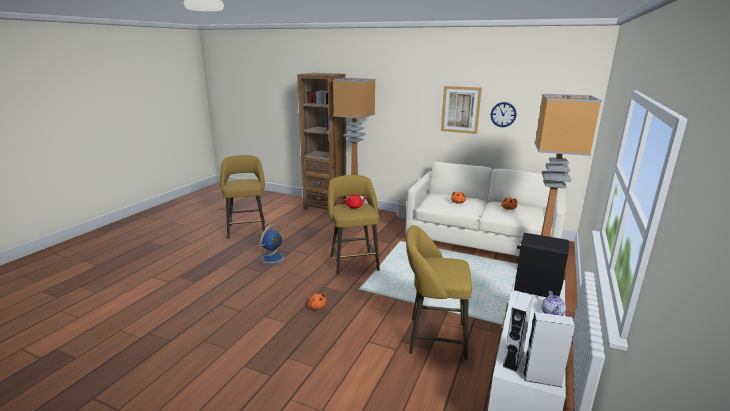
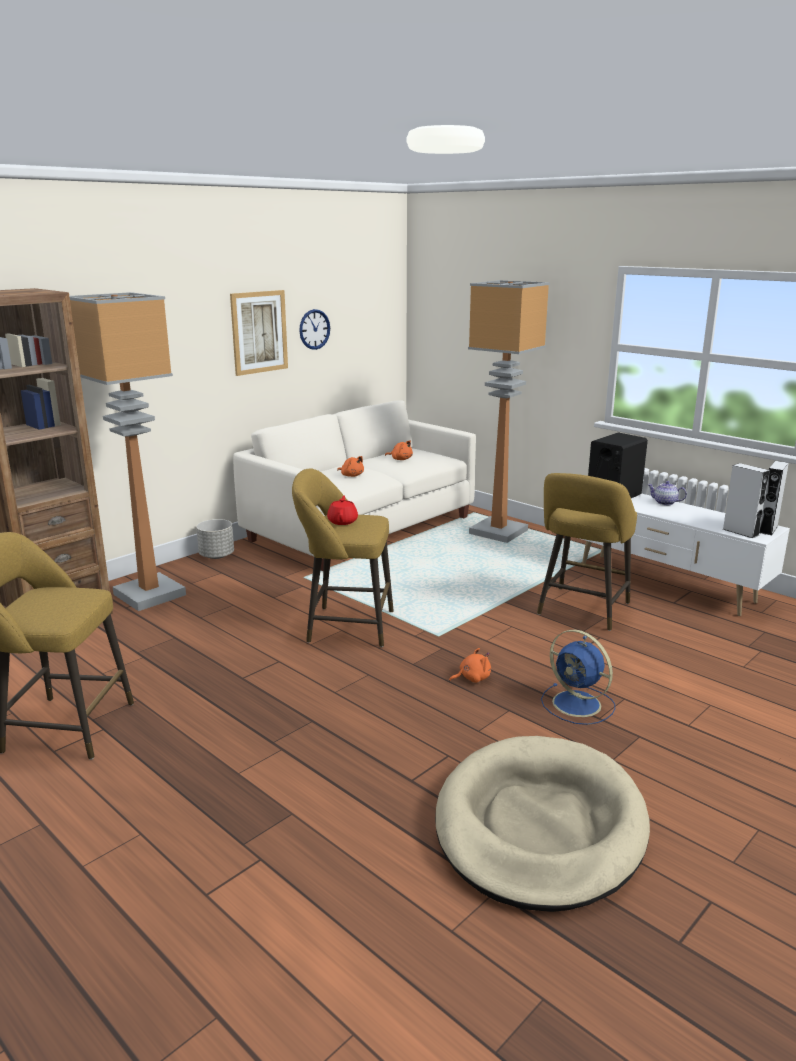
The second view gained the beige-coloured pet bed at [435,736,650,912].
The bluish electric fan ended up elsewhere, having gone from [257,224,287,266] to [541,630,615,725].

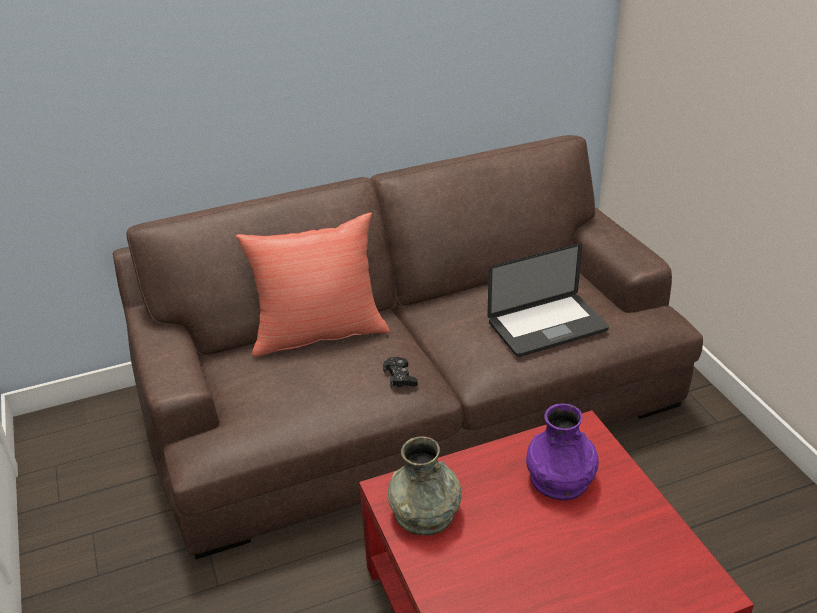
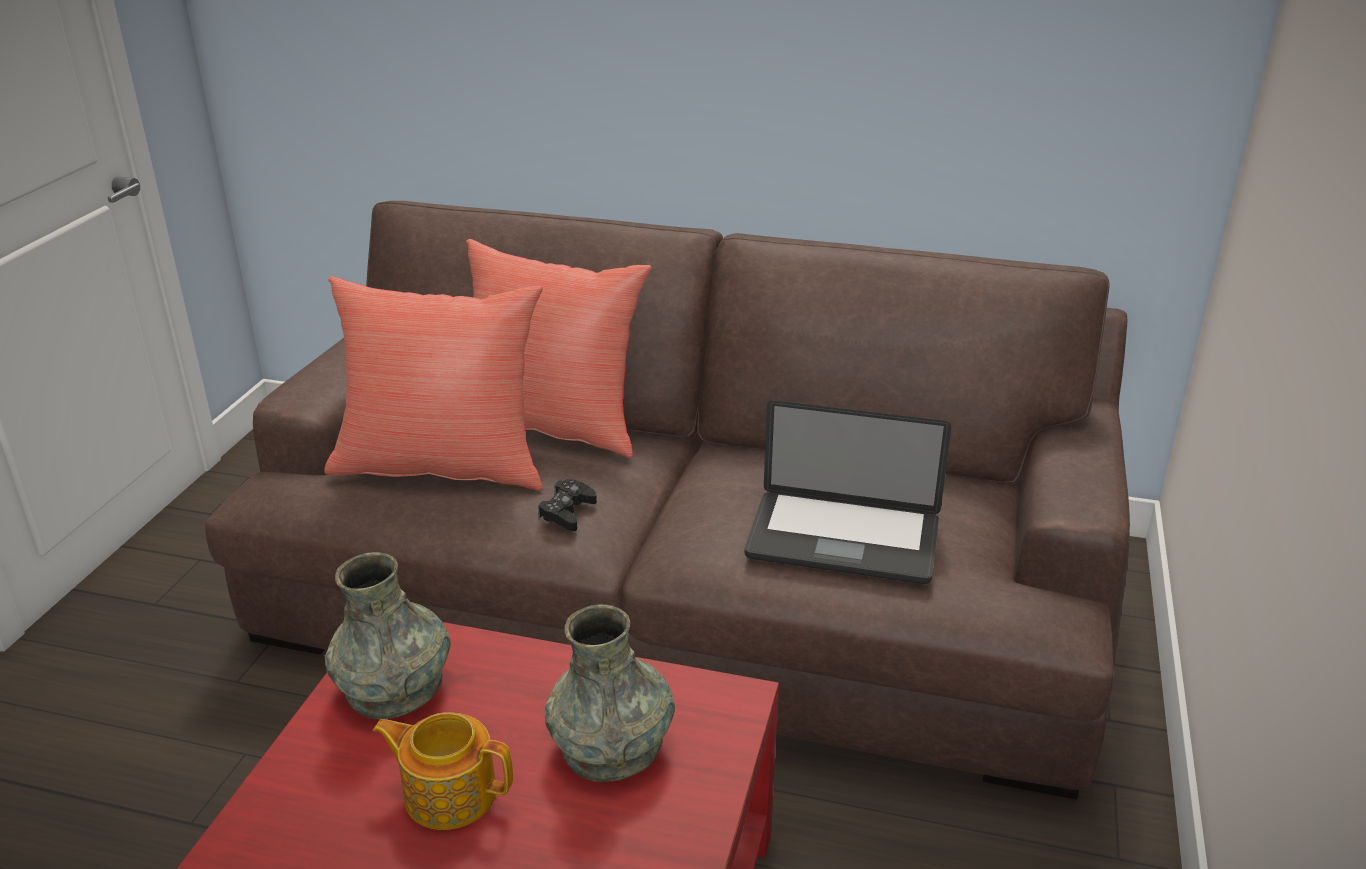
The second view gained the red pillow at [324,277,543,491].
The second view gained the tea pot at [372,712,513,830].
What was the purple-coloured decorative vase at [526,403,599,500] turned into the greyish decorative vase at [544,604,675,782].

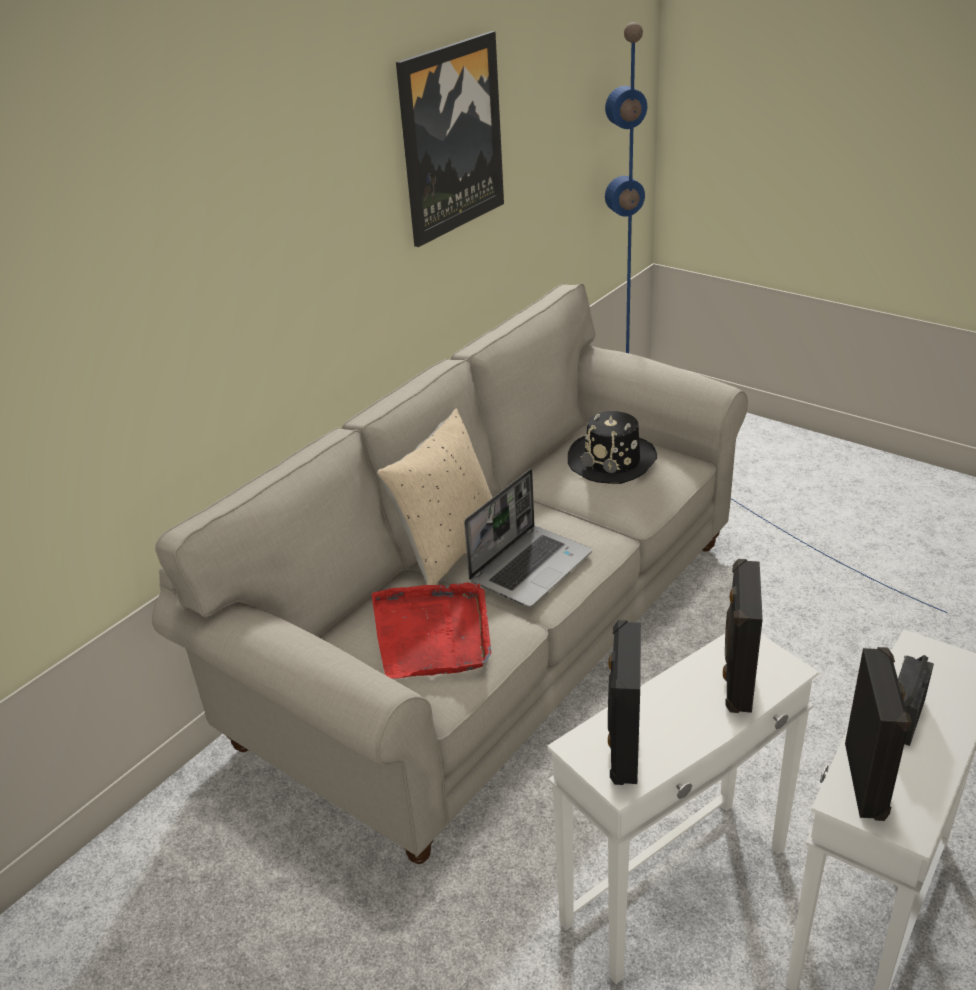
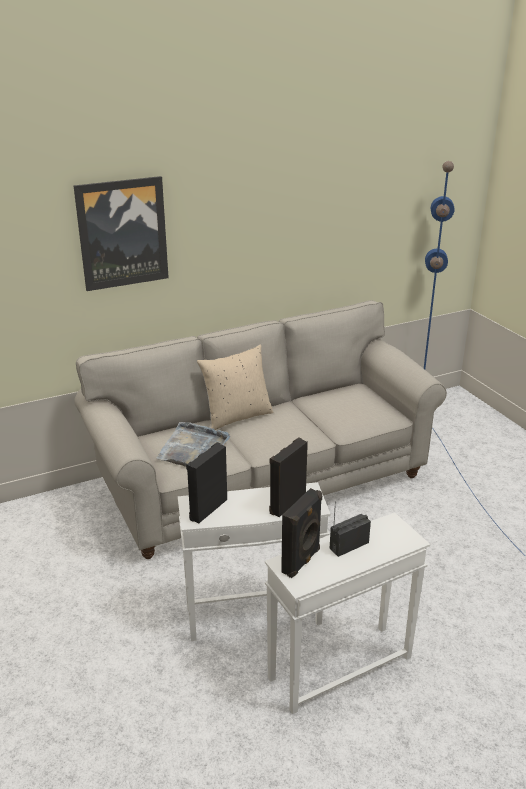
The second view lost the laptop at [464,469,592,607].
The second view lost the black-coloured wearable hat at [568,411,657,484].
The picture ended up elsewhere, having gone from [396,31,504,247] to [73,176,169,291].
What was the red serving tray at [372,582,491,679] turned into the greyish serving tray at [156,422,230,467].

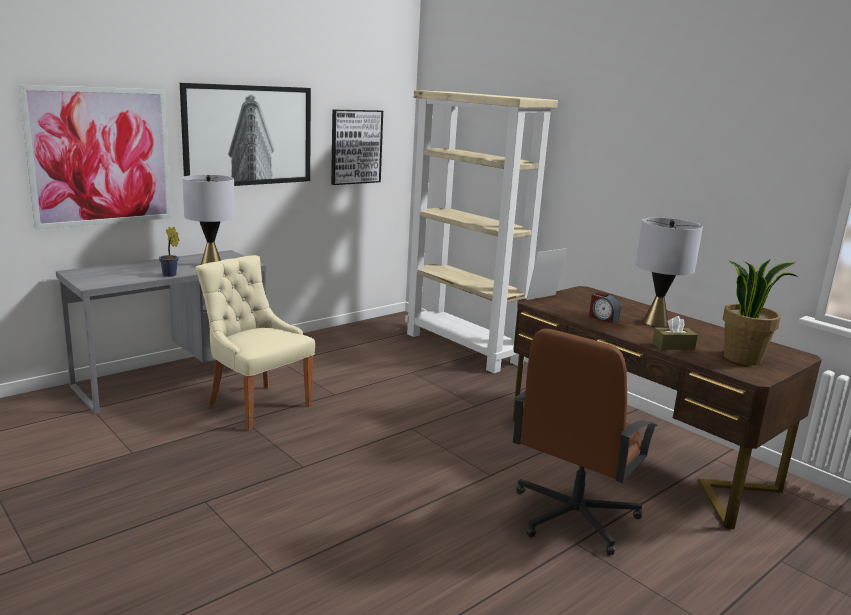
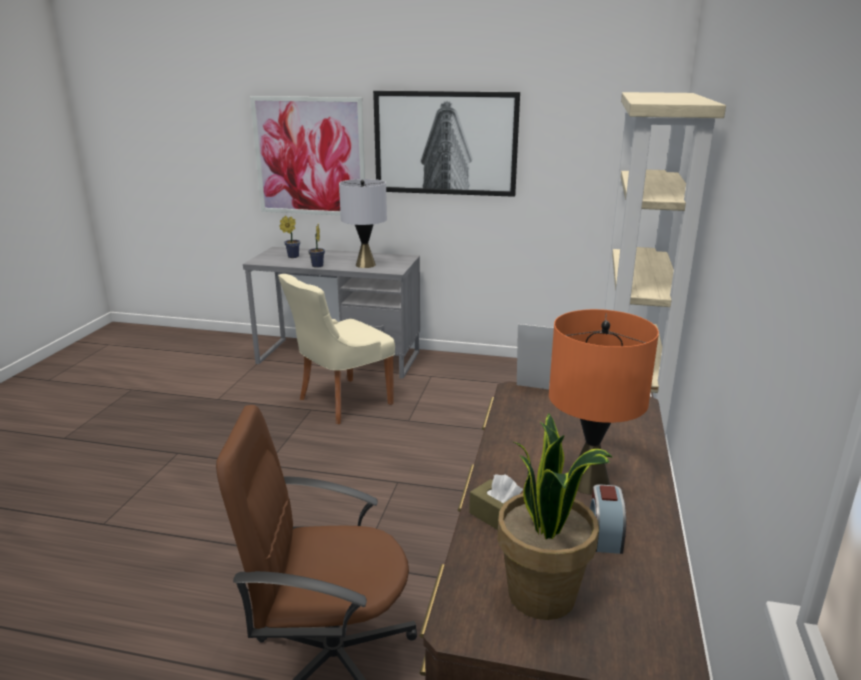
The second view lost the picture at [331,110,383,185].
The second view gained the potted plant at [279,216,300,258].
The table clock ended up elsewhere, having gone from [589,292,620,323] to [590,484,626,554].
What was the greyish table lamp at [636,218,703,327] turned into the orange table lamp at [549,309,659,495].
The beige-coloured upright chair at [195,255,315,431] ended up facing another way, 135 degrees counterclockwise from before.

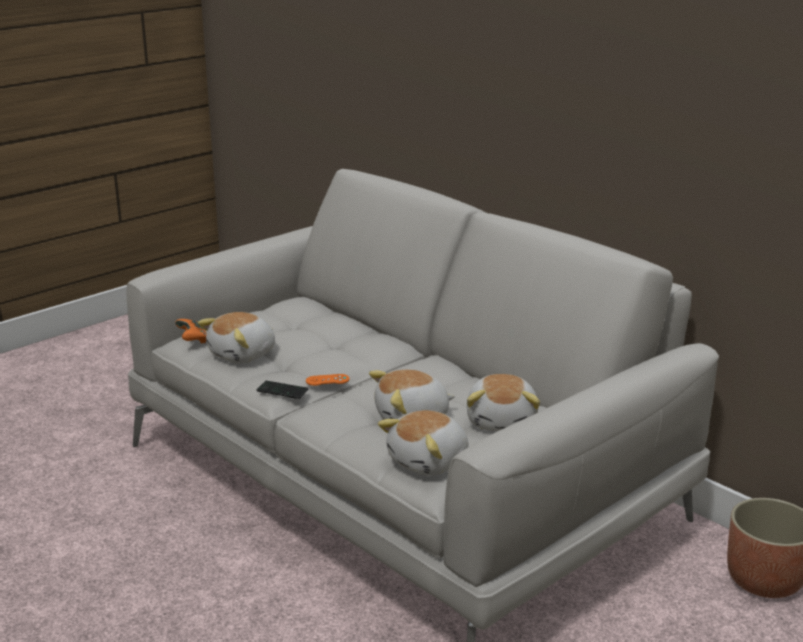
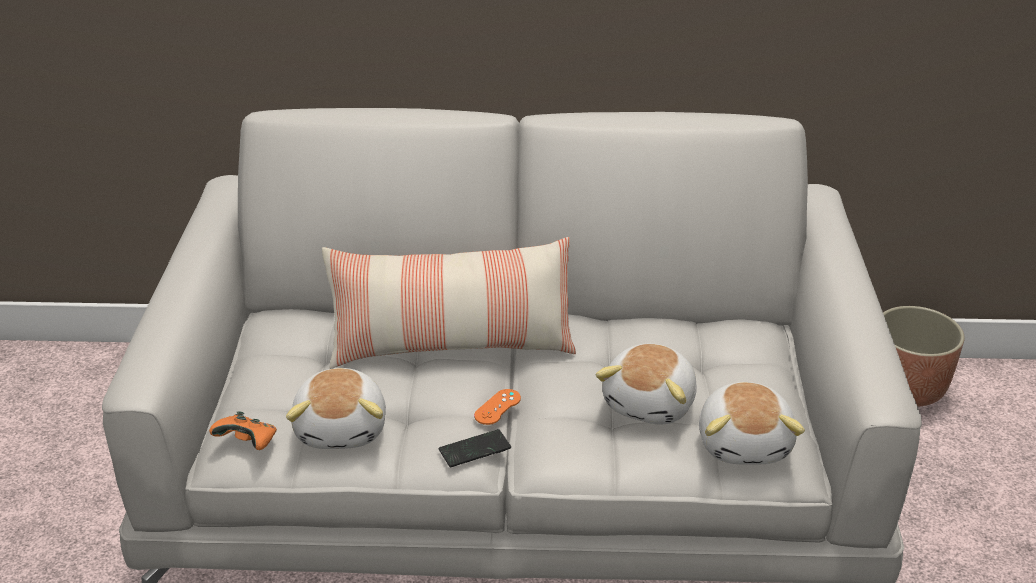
The second view lost the plush toy at [467,374,540,431].
The second view gained the pillow at [322,237,576,369].

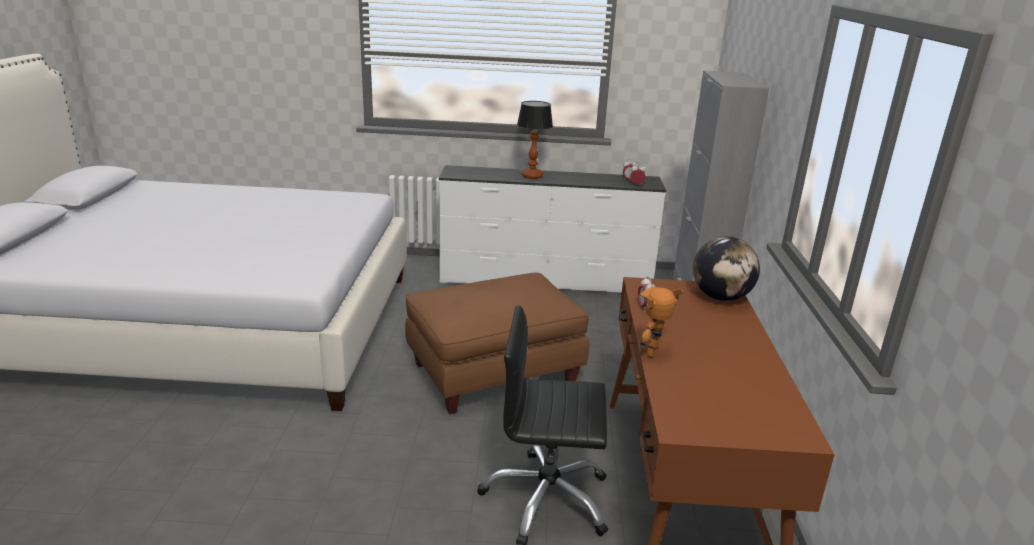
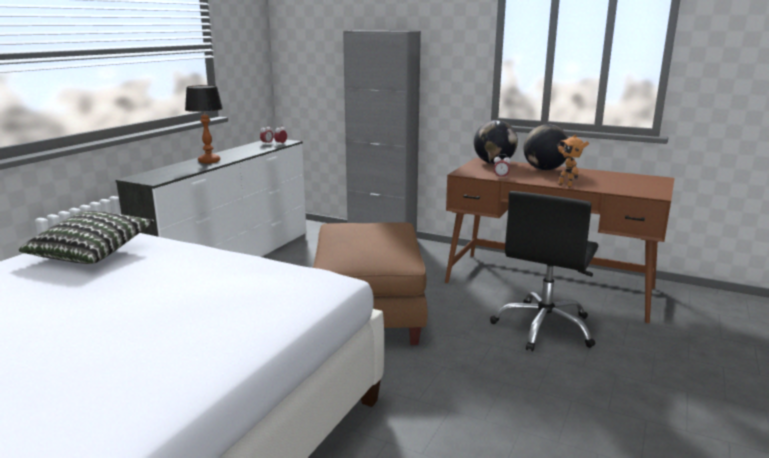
The second view gained the pillow at [19,211,154,264].
The second view gained the globe at [524,124,568,170].

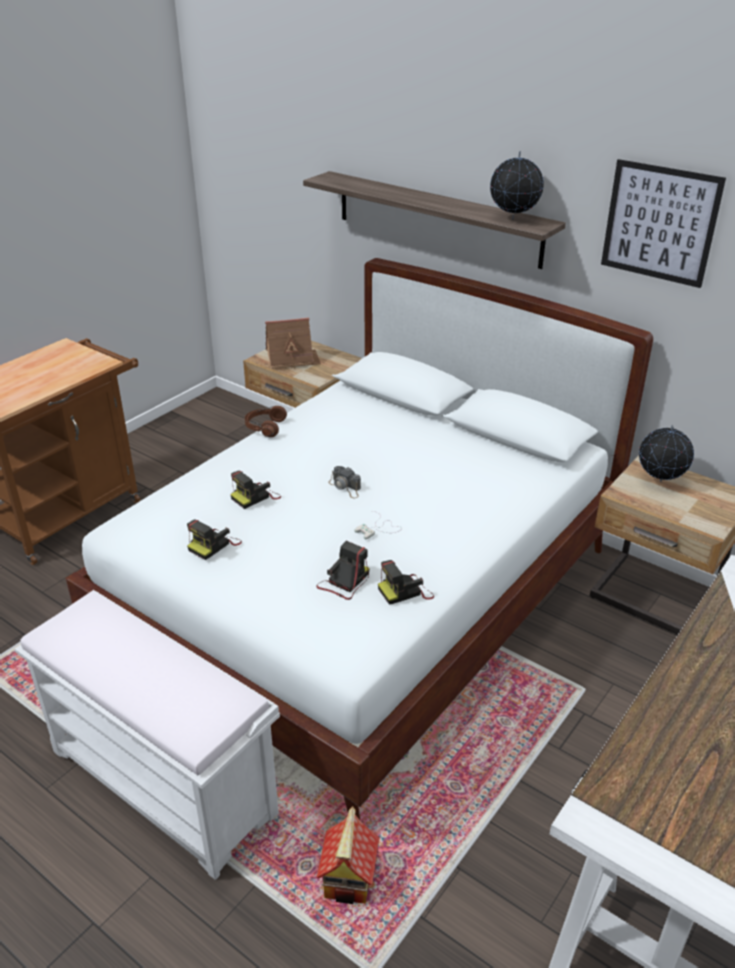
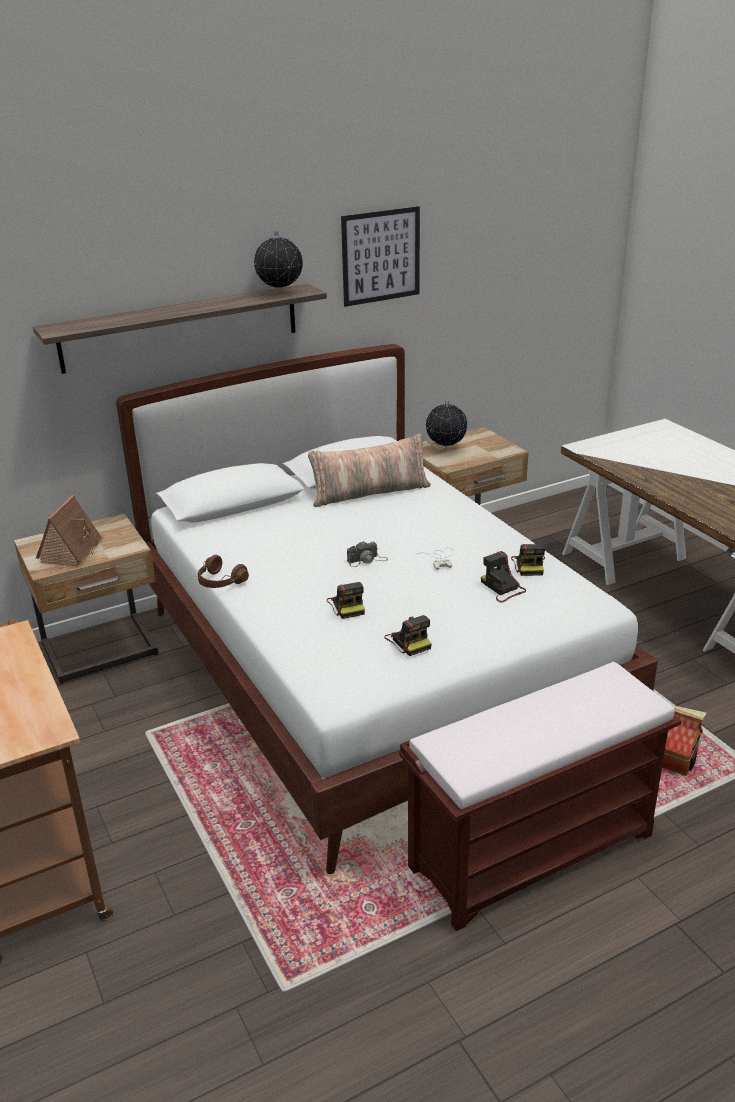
The second view gained the pillow at [308,434,431,507].
What was the white indoor bench at [15,590,280,880] turned into the brownish indoor bench at [399,662,682,931].

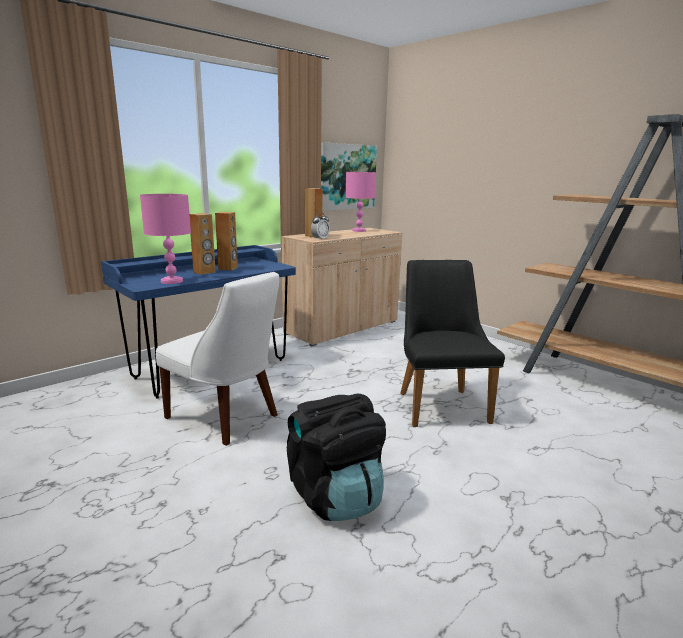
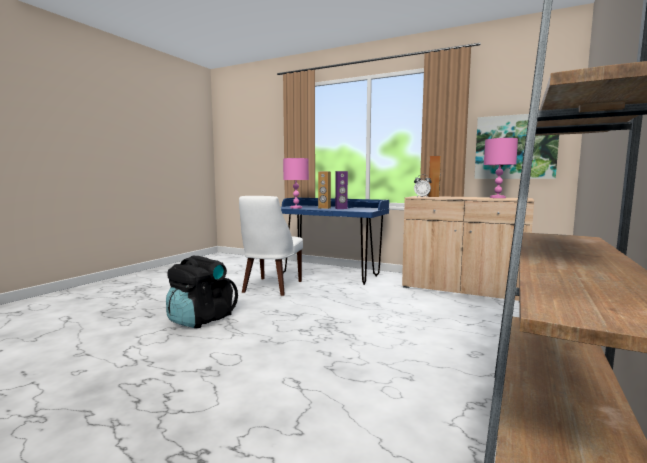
The second view lost the black-coloured upright chair at [400,260,505,427].
What was the brownish audio speaker at [215,212,238,271] turned into the purple-coloured audio speaker at [335,171,348,209].

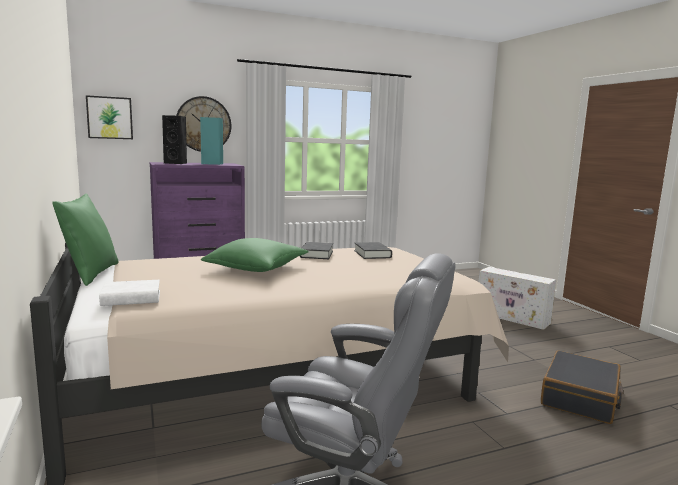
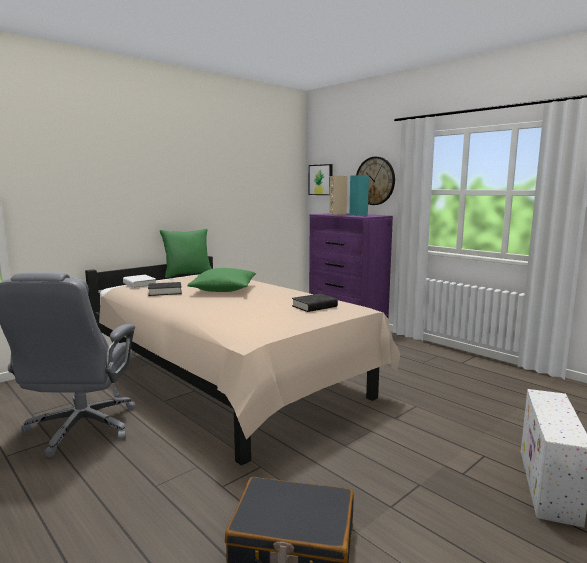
The black-coloured bound book ended up elsewhere, having gone from [300,242,333,259] to [148,282,182,296].
What was the black-coloured audio speaker at [162,115,187,164] turned into the beige-coloured audio speaker at [329,176,347,215].

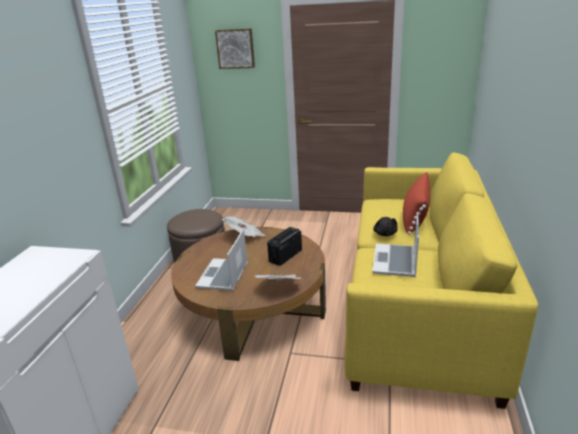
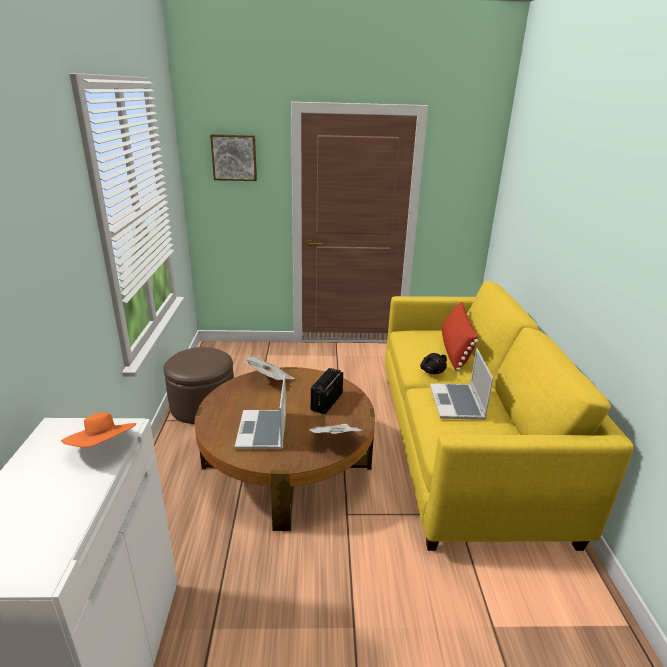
The second view gained the orange wearable hat at [61,413,136,447].

